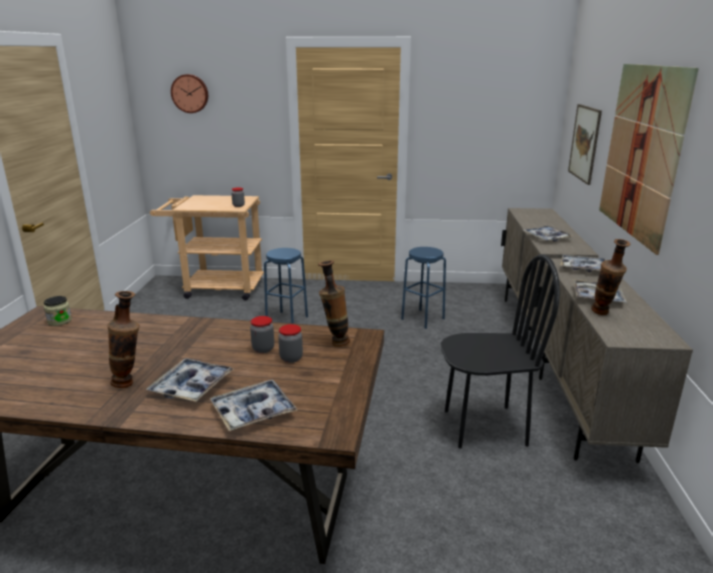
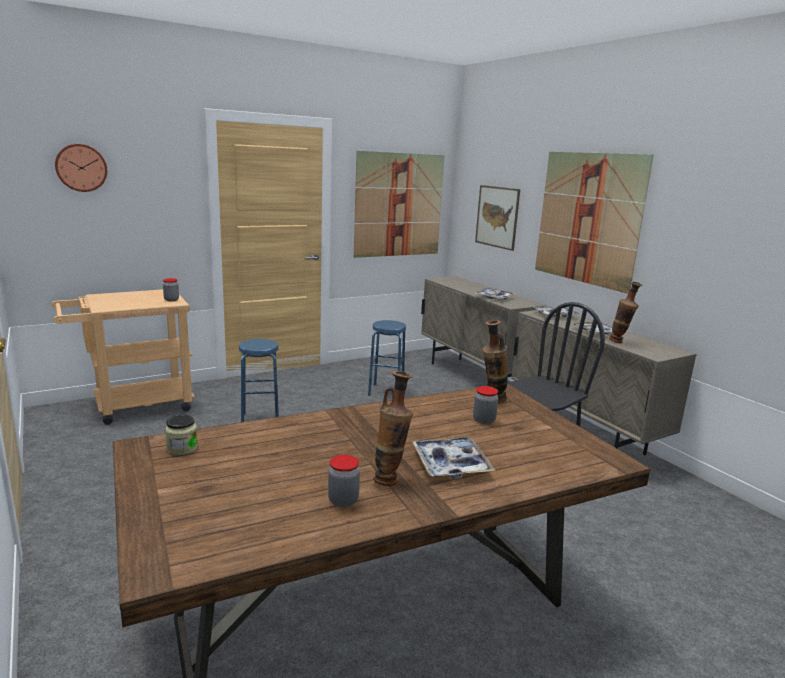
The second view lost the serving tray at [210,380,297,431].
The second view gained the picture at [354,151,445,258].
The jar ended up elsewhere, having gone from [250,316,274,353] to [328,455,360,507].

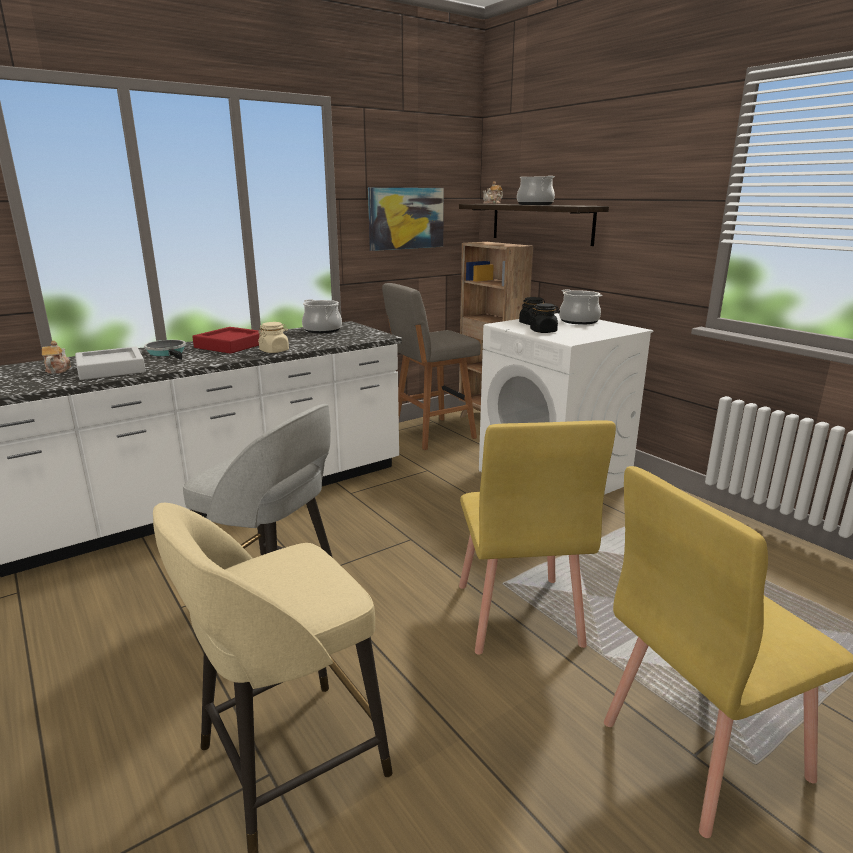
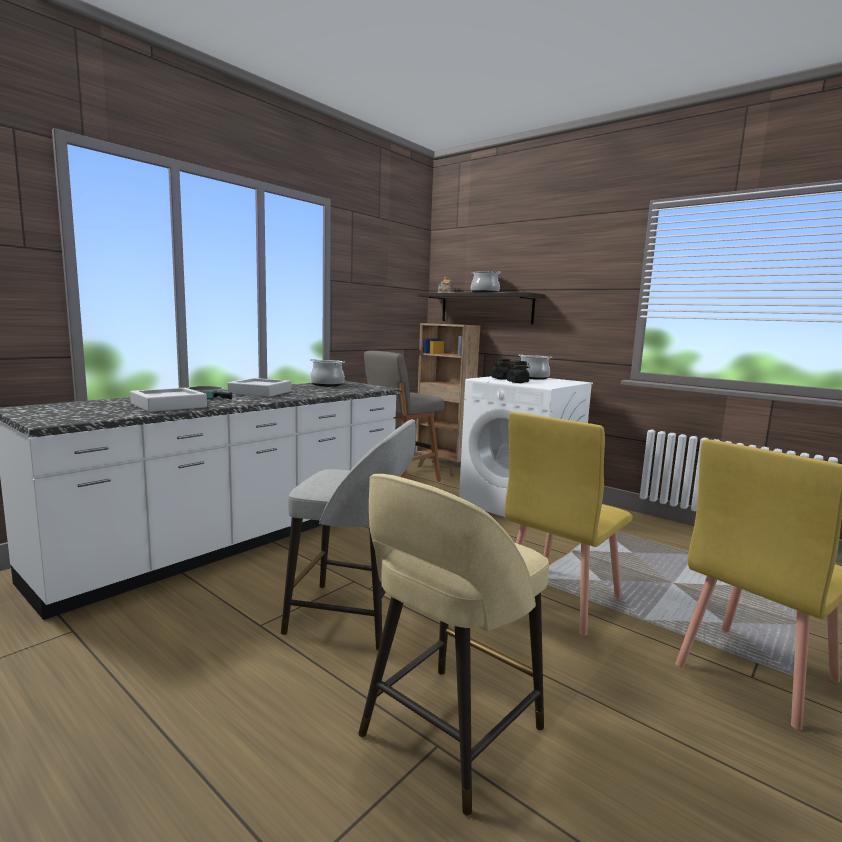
The second view lost the tea pot at [42,341,71,374].
The second view lost the beige-coloured jar at [258,322,289,353].
The second view lost the picture at [368,187,444,251].
What was the red serving tray at [192,327,260,354] turned into the greyish serving tray at [227,378,291,397].
The yellowish upright chair at [459,420,616,655] ended up facing another way, 60 degrees clockwise from before.

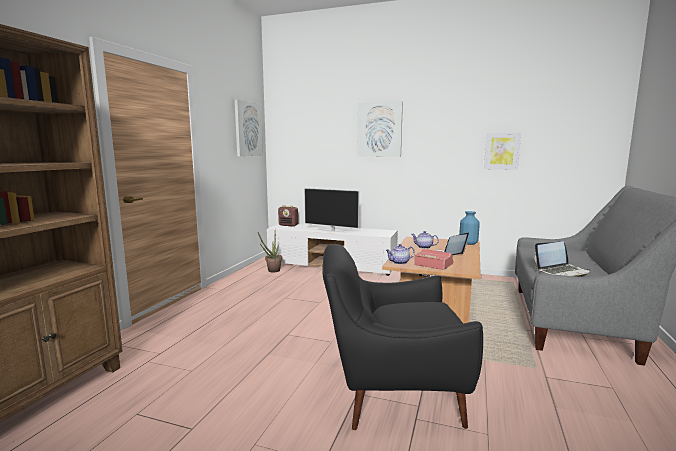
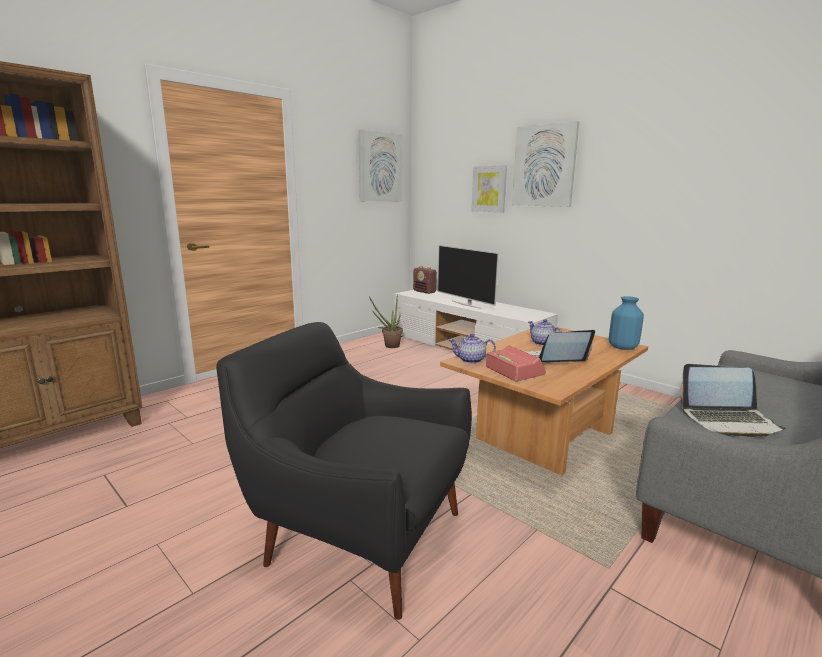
The picture ended up elsewhere, having gone from [484,132,521,170] to [471,165,507,212].

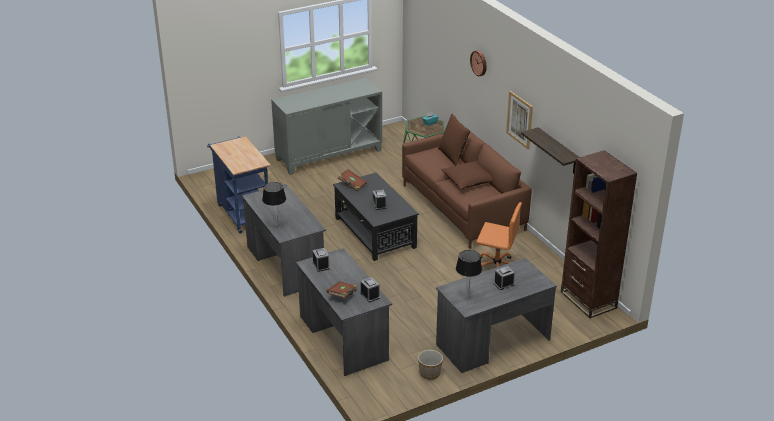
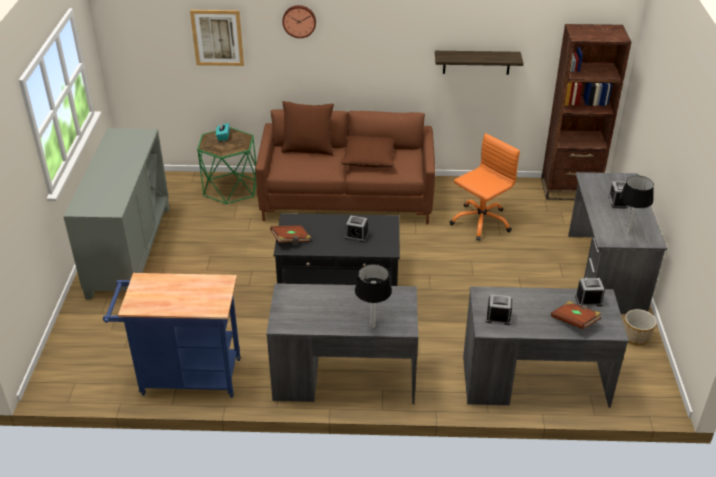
The picture ended up elsewhere, having gone from [506,91,533,149] to [190,10,244,66].

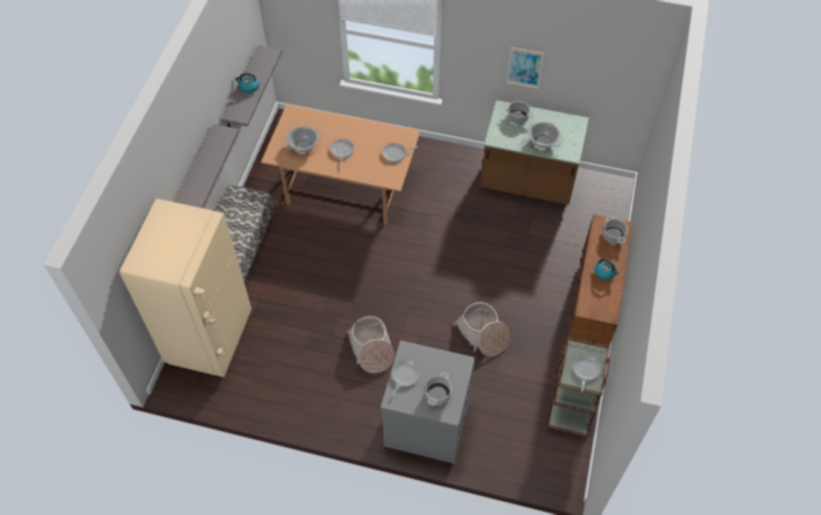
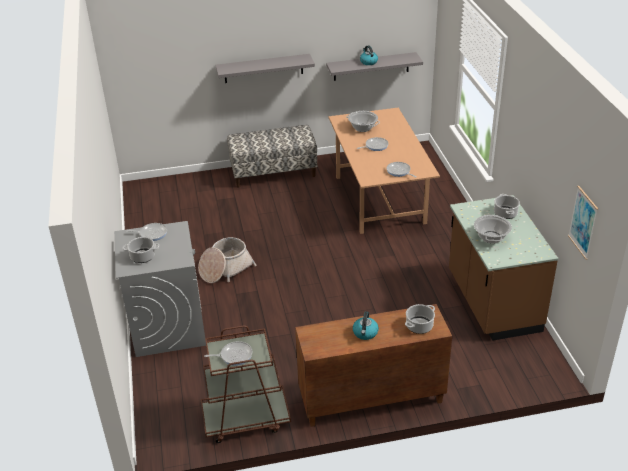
The second view lost the beige-coloured kitchen fridge at [120,199,252,377].
The second view lost the storage basket at [453,302,510,357].
The picture ended up elsewhere, having gone from [507,47,544,89] to [568,186,598,260].

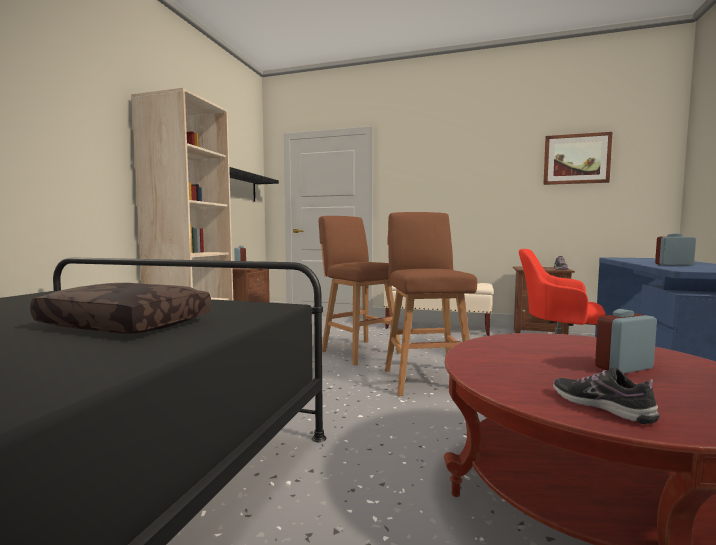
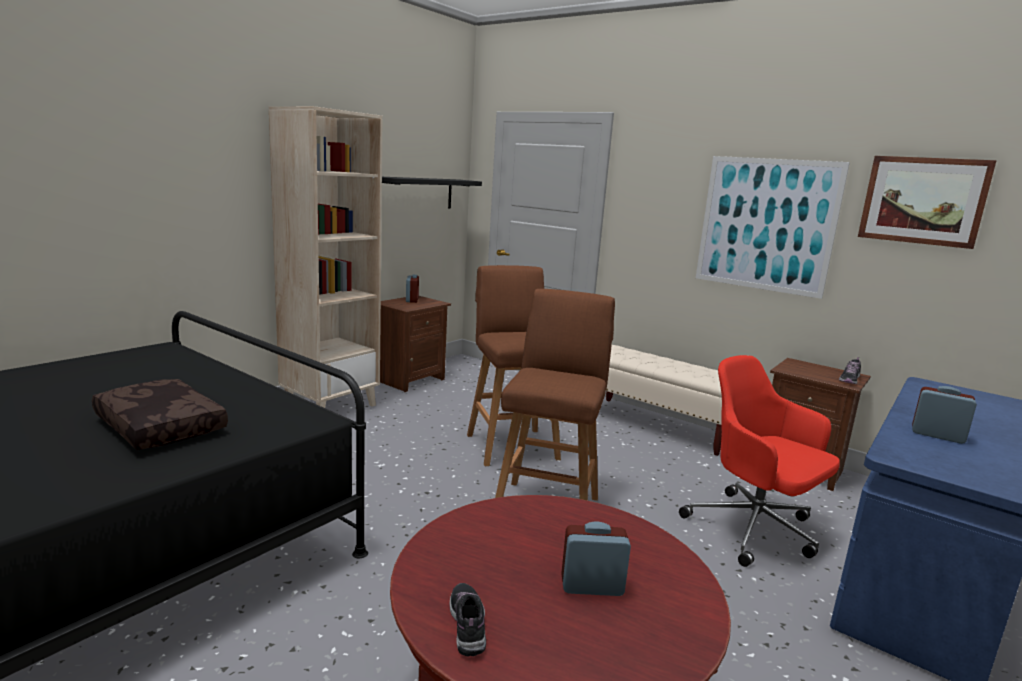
The second view gained the picture at [696,156,850,299].

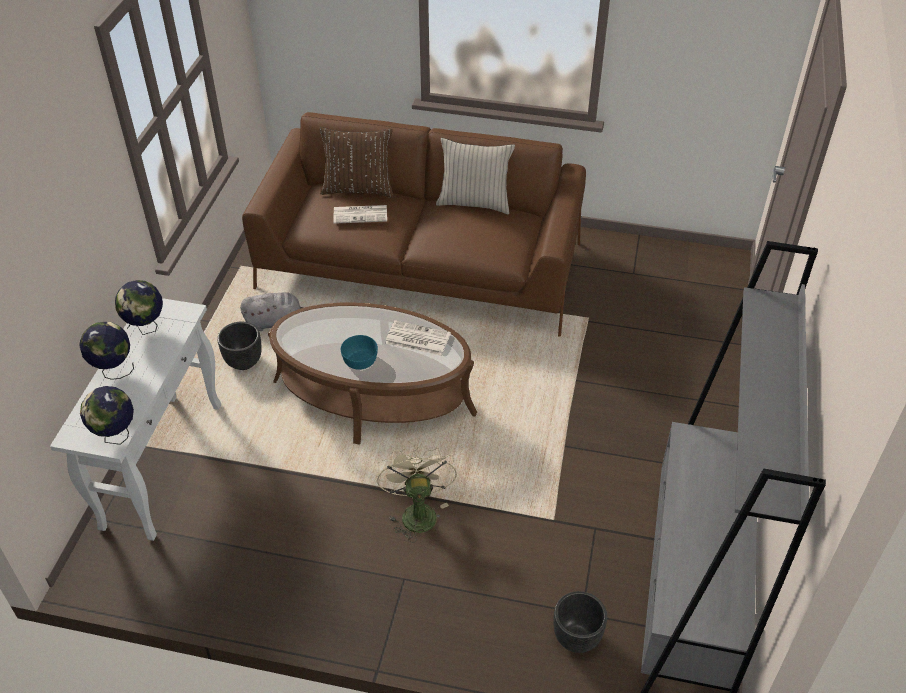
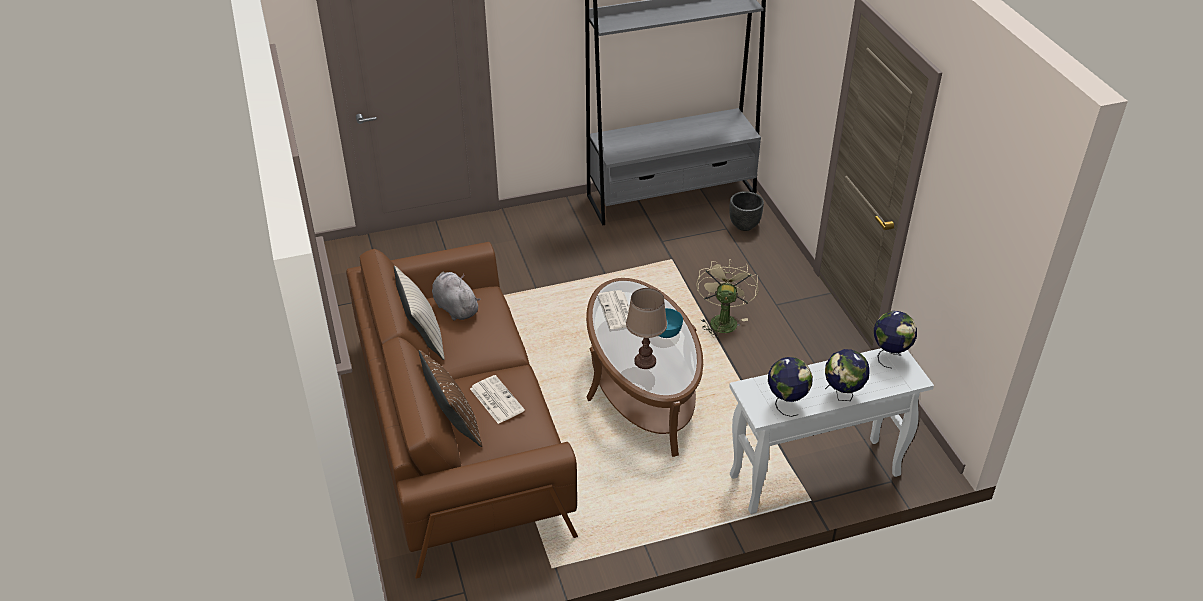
The second view lost the black-coloured planter at [217,322,262,370].
The second view gained the brownish table lamp at [626,288,667,369].
The greyish plush toy ended up elsewhere, having gone from [240,292,304,331] to [432,272,481,320].
The beige-coloured electric fan at [377,446,457,543] ended up facing another way, 135 degrees clockwise from before.

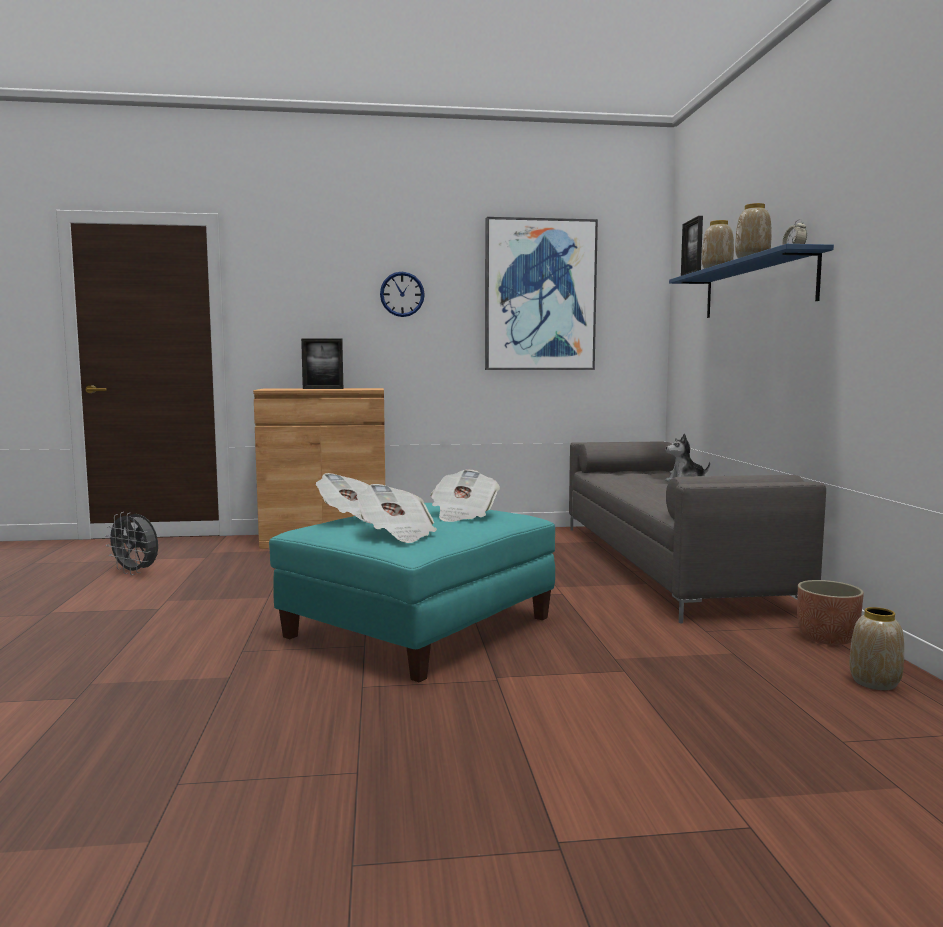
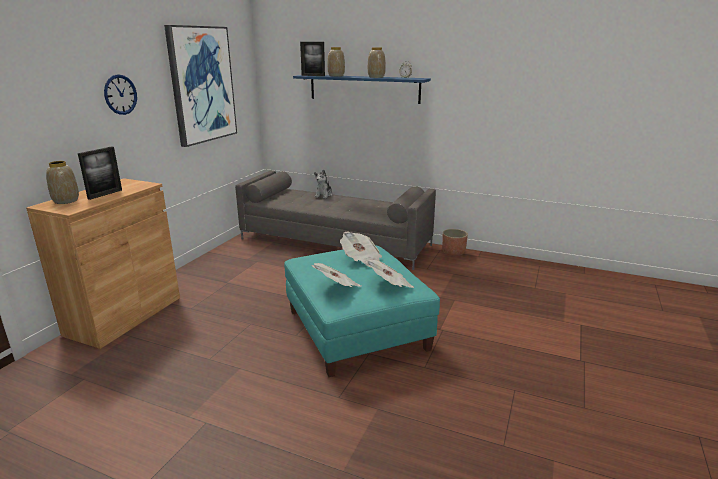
The second view lost the greyish electric fan at [106,512,158,575].
The decorative vase ended up elsewhere, having gone from [850,607,904,690] to [46,161,79,204].

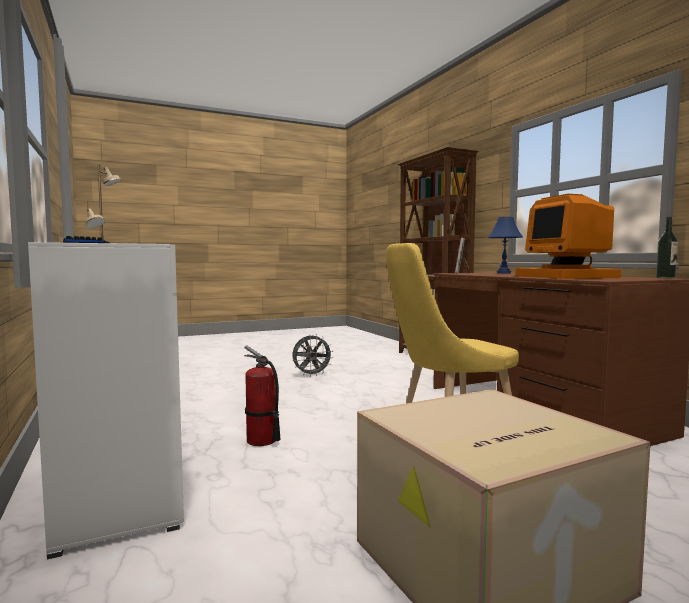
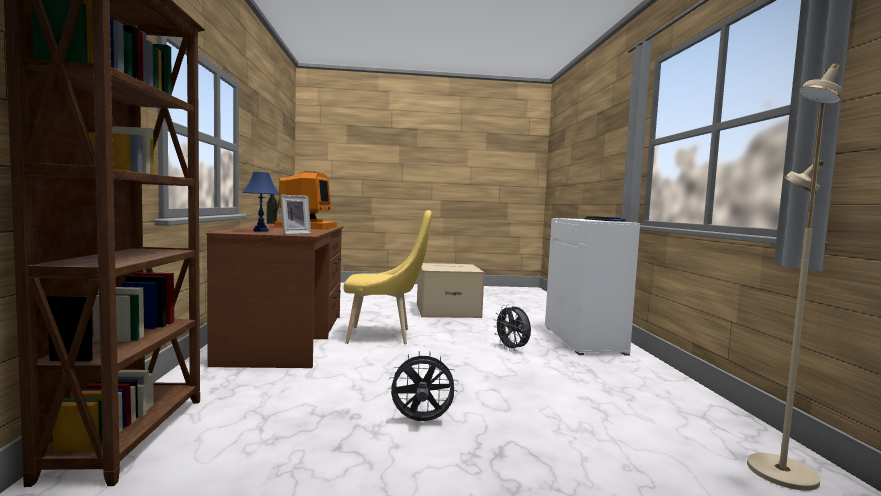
Where the fire-fighting cylinder stood at [244,345,281,446], the greyish electric fan came to stand at [493,306,531,351].

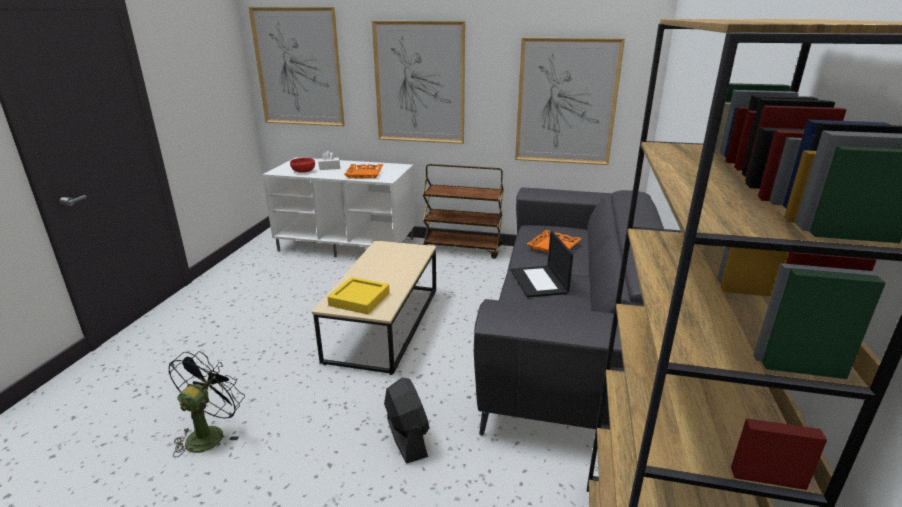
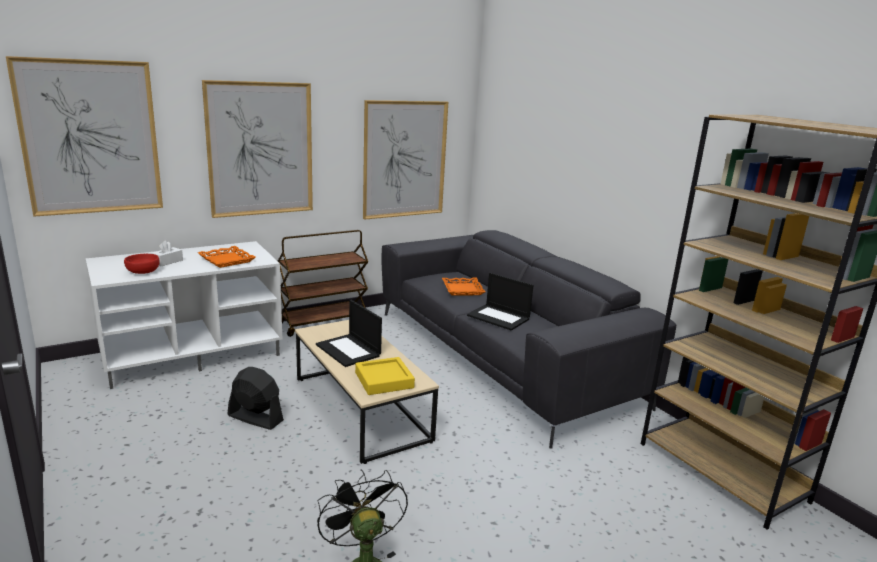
The second view gained the laptop at [316,300,382,367].
The black-coloured electric fan ended up elsewhere, having gone from [384,378,429,464] to [228,367,284,430].

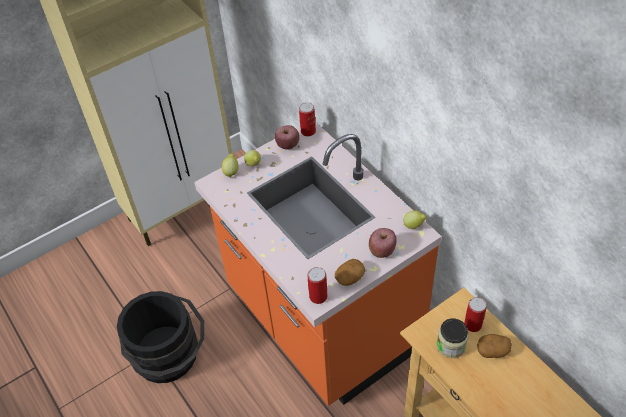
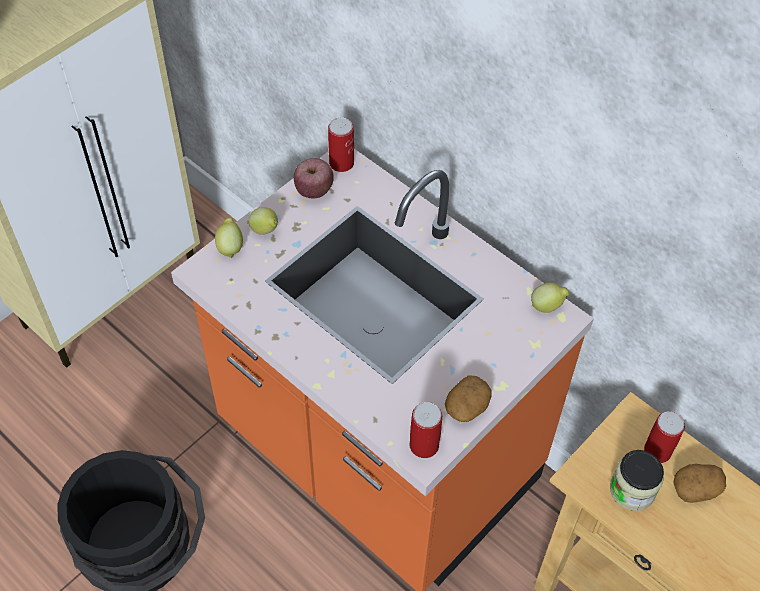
The second view lost the apple at [369,228,397,258].

